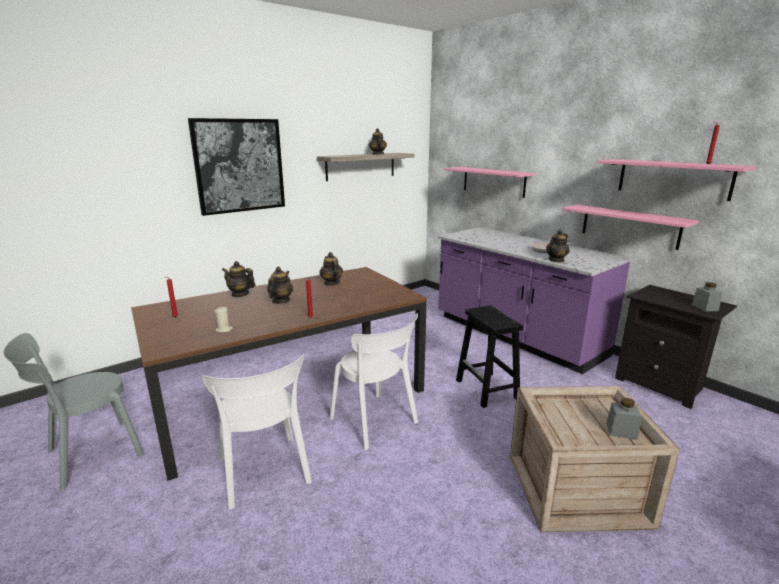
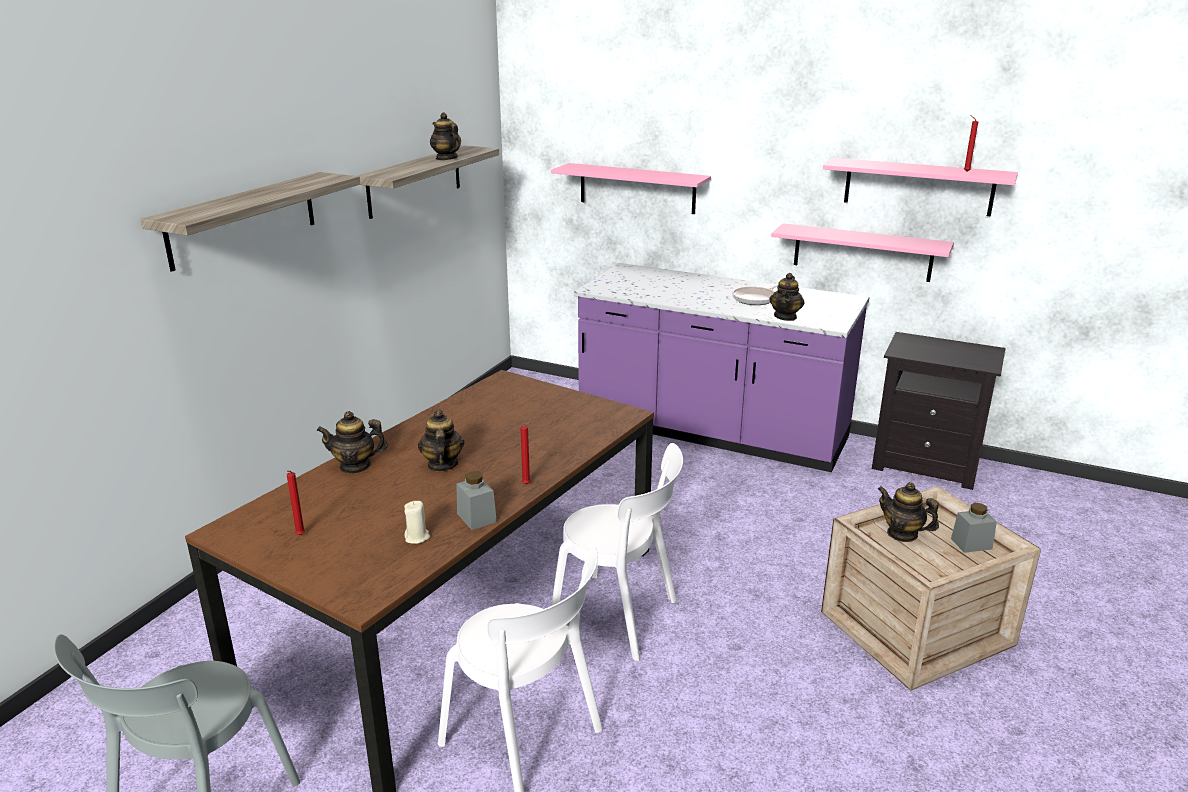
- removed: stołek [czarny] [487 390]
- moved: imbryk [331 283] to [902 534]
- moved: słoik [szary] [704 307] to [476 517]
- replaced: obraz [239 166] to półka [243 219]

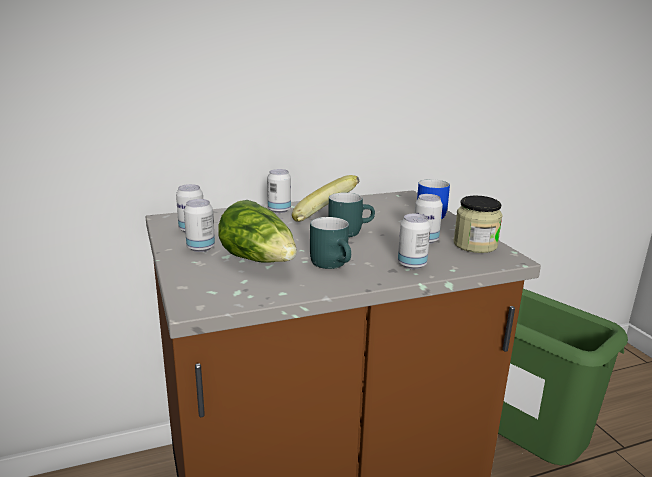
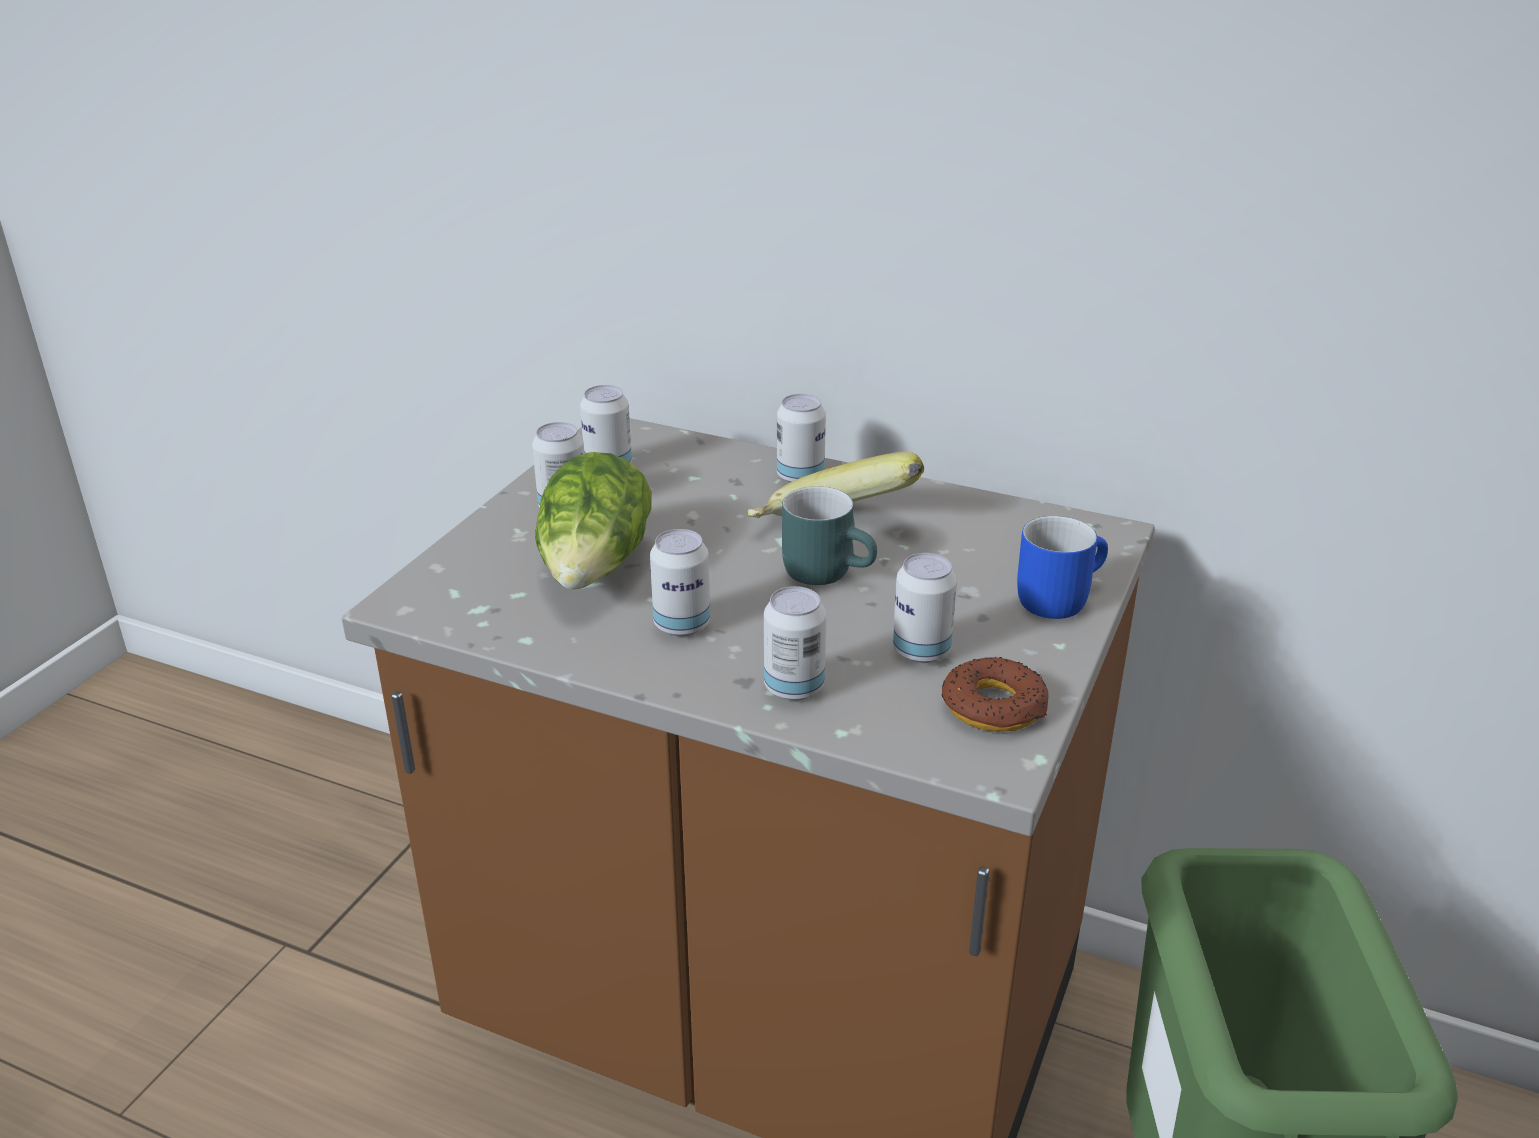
- replaced: kubek [turkusowy] [334 264] to puszka [682 625]
- replaced: słoik [475 245] to donut [994 706]

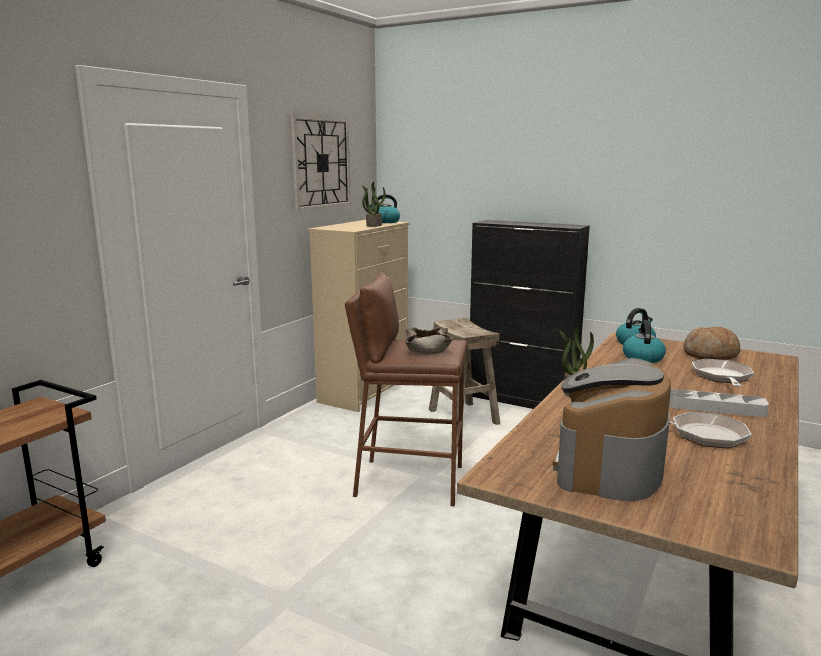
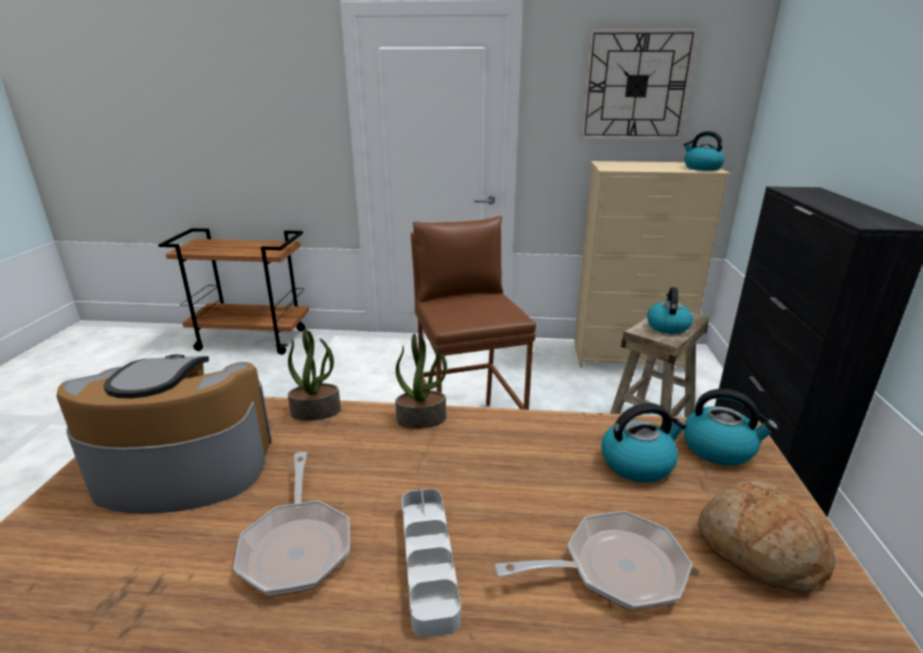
- removed: miska [beżowy] [427 349]
- added: czajnik [667 326]
- moved: roślina doniczkowa [373 225] to [316 411]

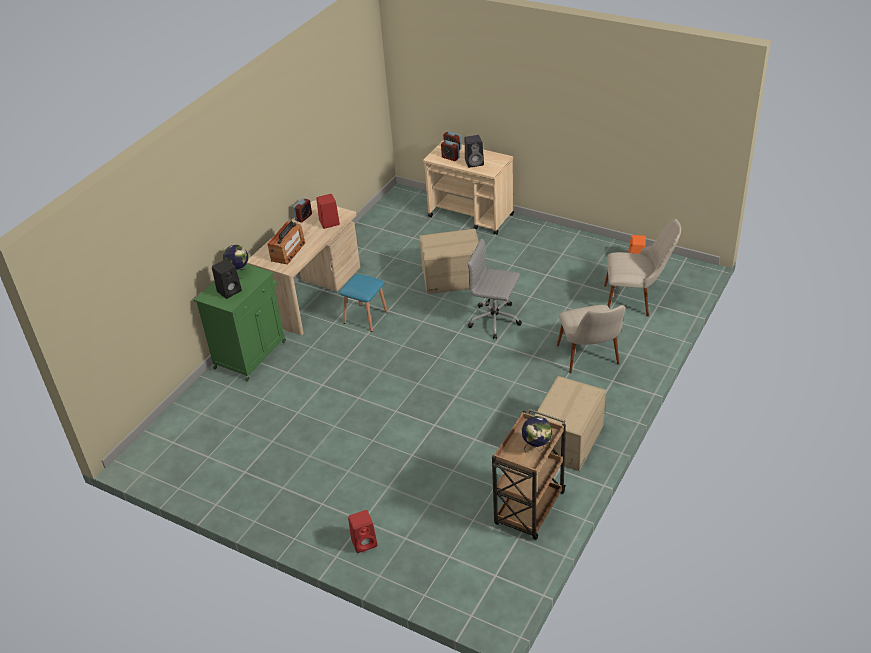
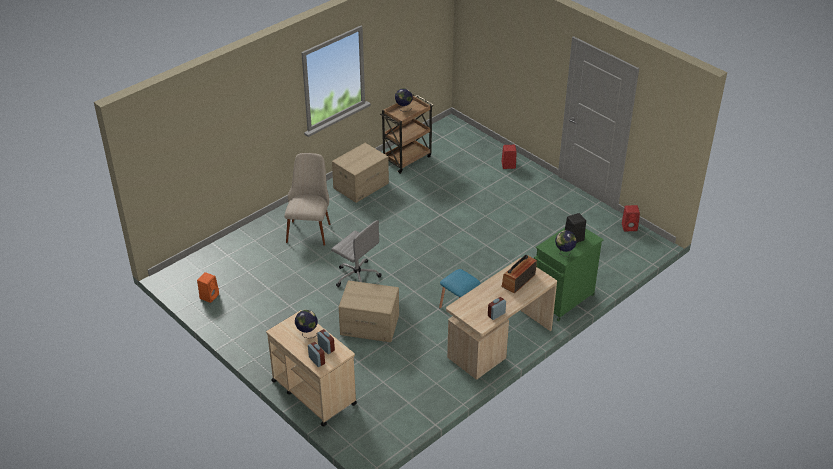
- removed: krzesło [beżowy] [636 300]
- moved: głośnik [czerwony] [328 223] to [630 227]
- replaced: głośnik [czarny] [475 162] to globus [307 333]

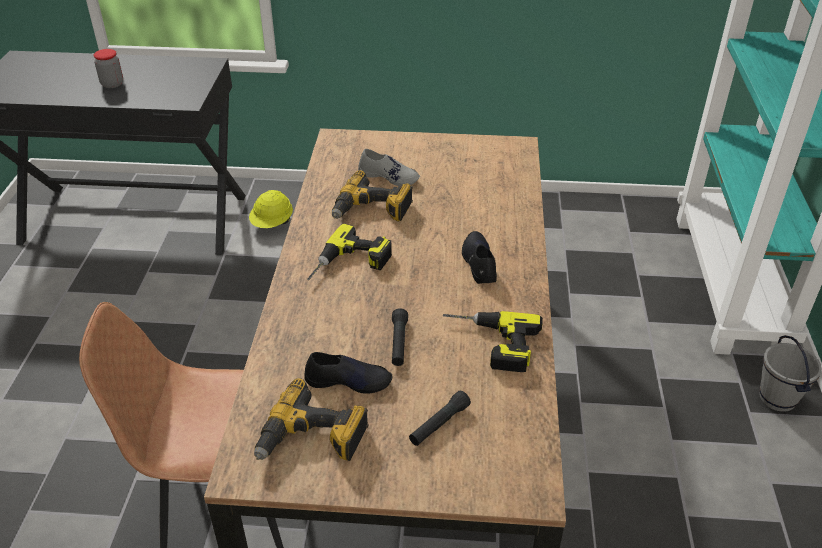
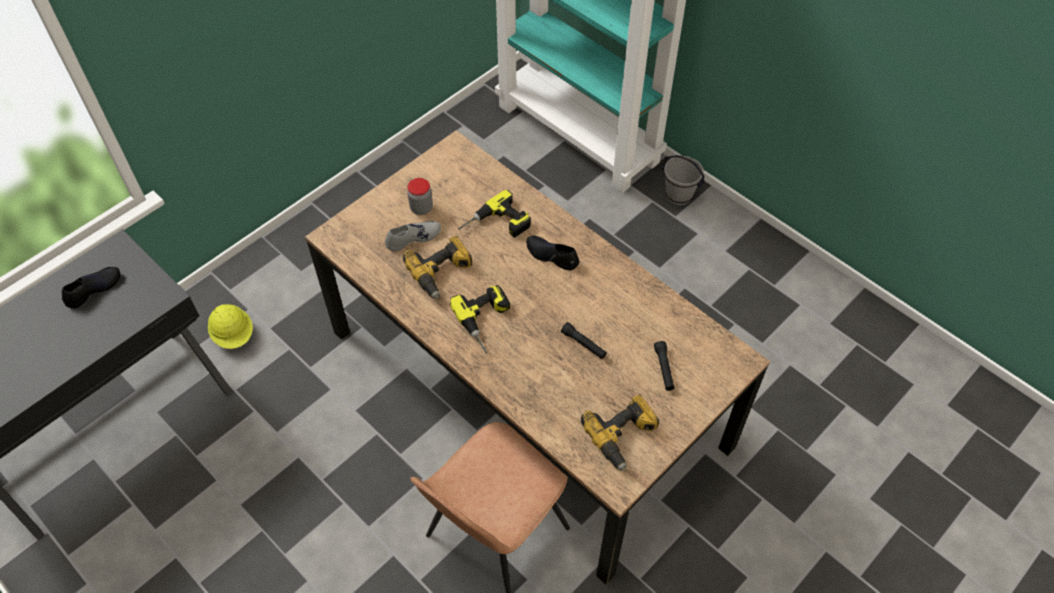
- moved: słoik [112 84] to [421 208]
- moved: but [czarny] [348 380] to [93 289]
- moved: wiertarka [489 344] to [496 225]

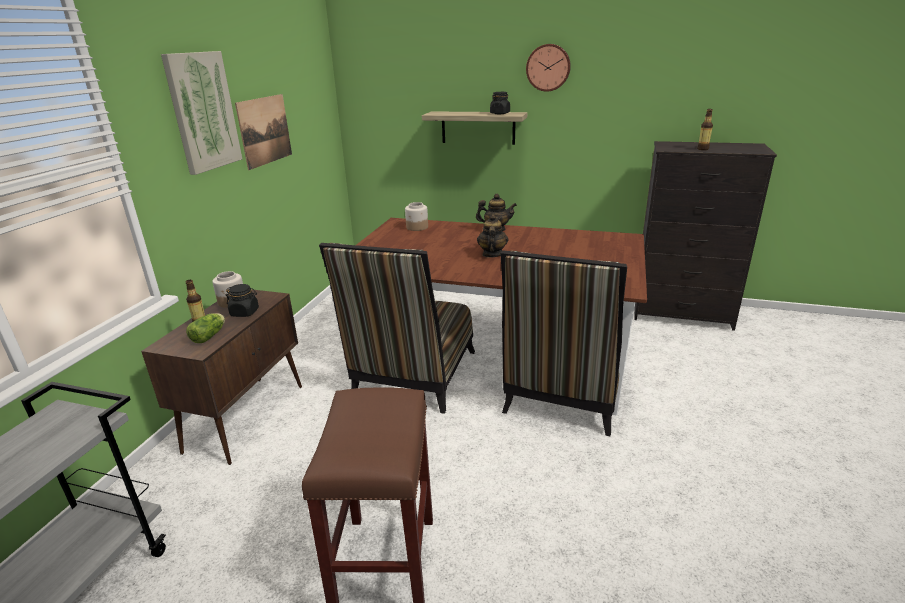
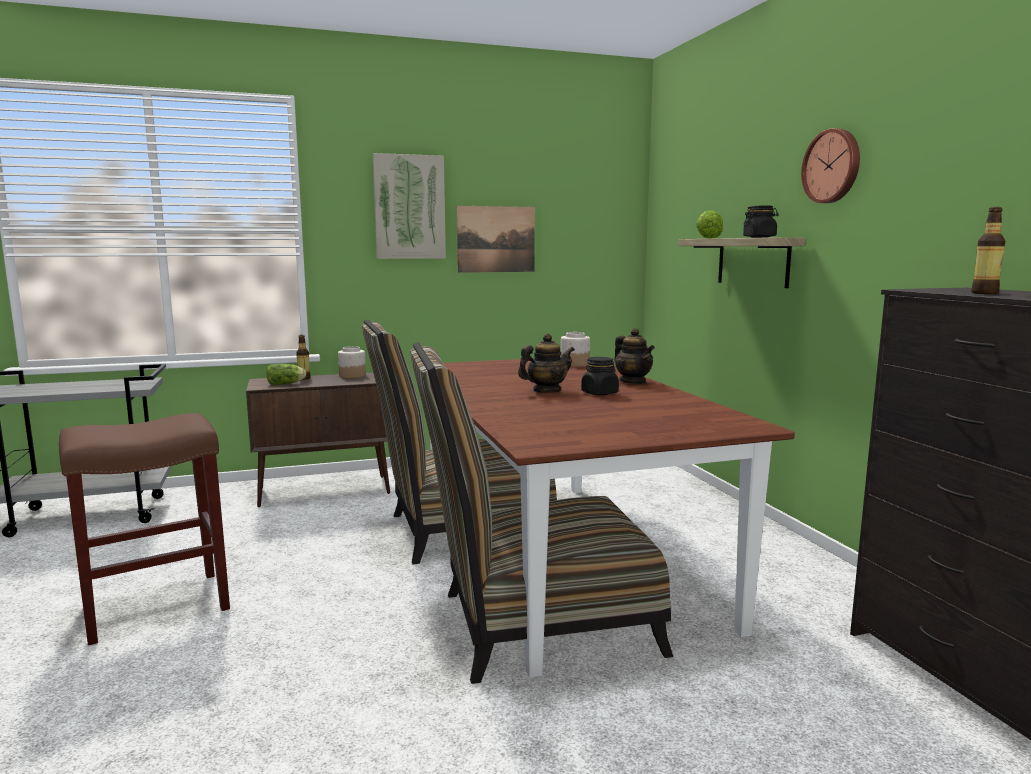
- added: sałata [708 238]
- moved: słoik [czarny] [245 312] to [600 393]

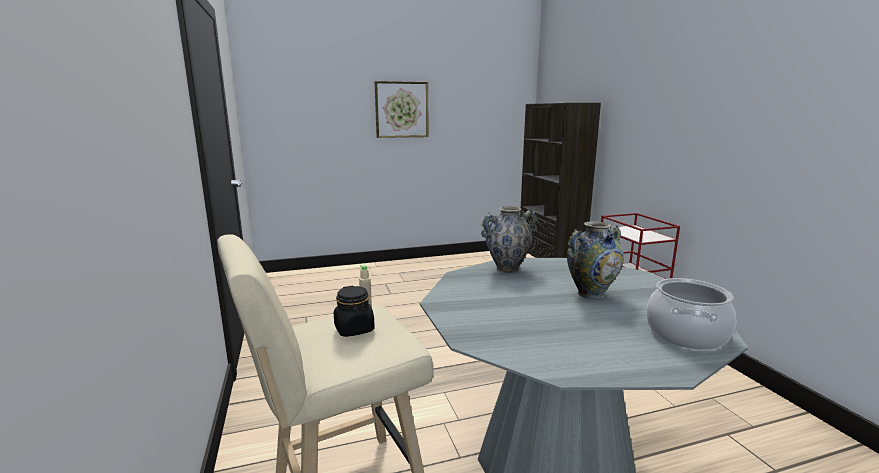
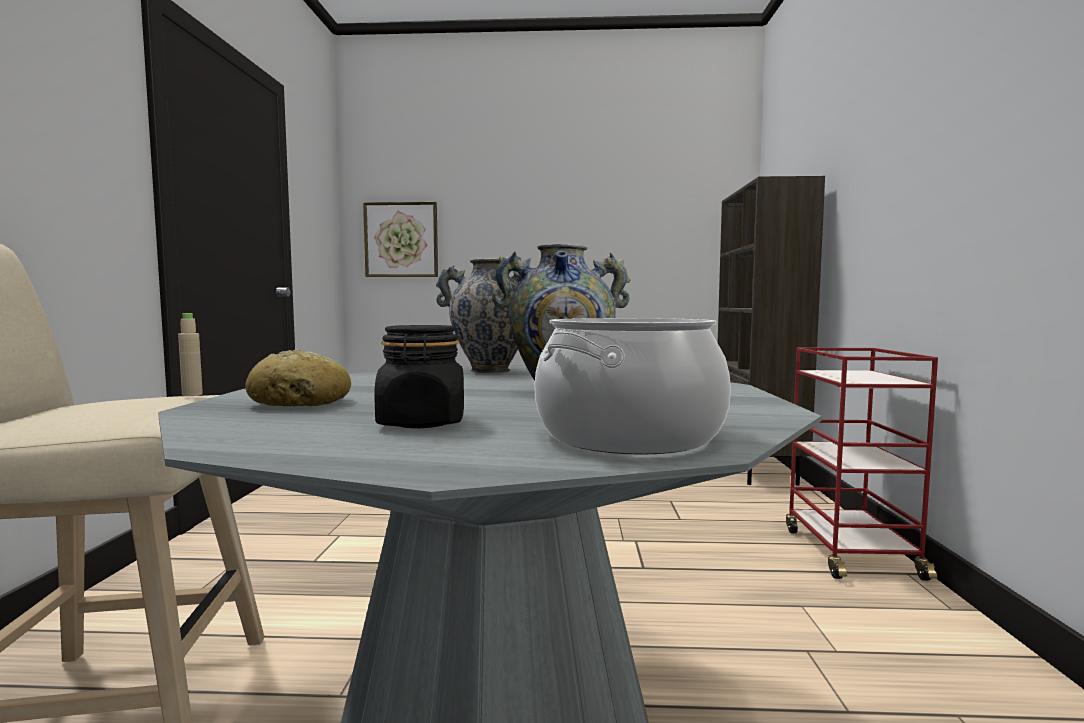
- added: chleb [301 402]
- moved: słoik [czarny] [354 329] to [422 423]
- moved: obraz [401 109] to [401 240]

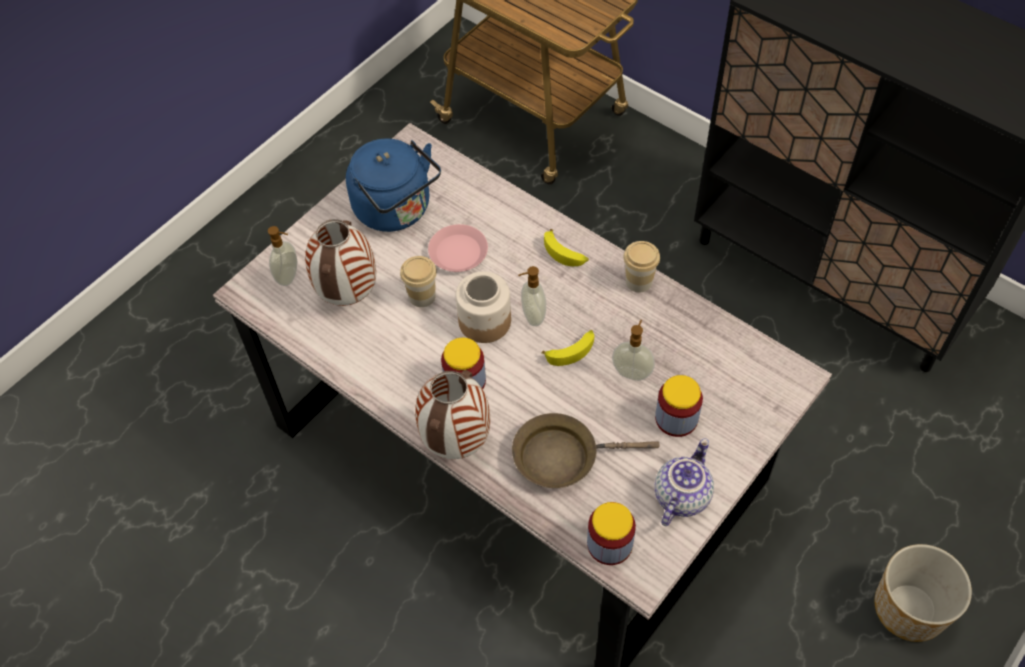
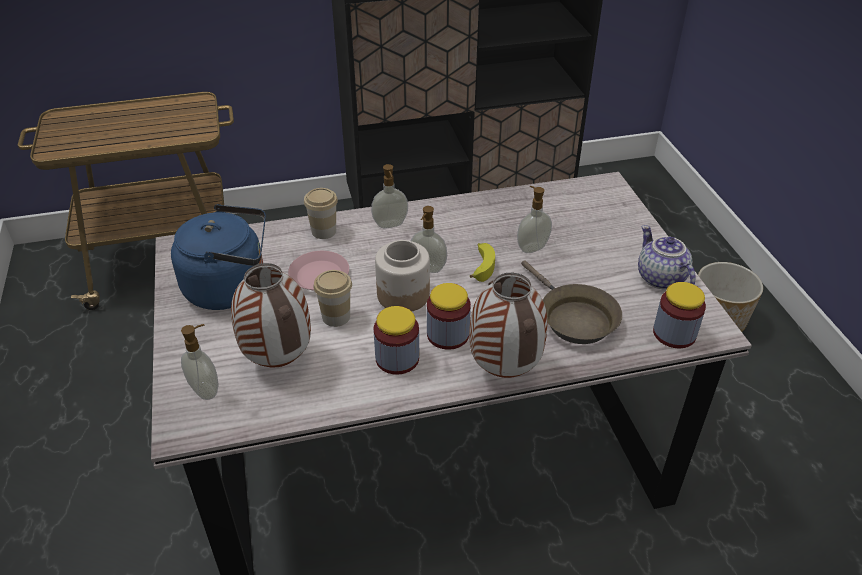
- moved: filiżanka [639 281] to [324 231]
- moved: słoik [676 418] to [397 358]
- replaced: banan [565 253] to dozownik mydła [390 225]
- turned: patelnia [brązowy] [562 456] = [573 318] 60 degrees counterclockwise

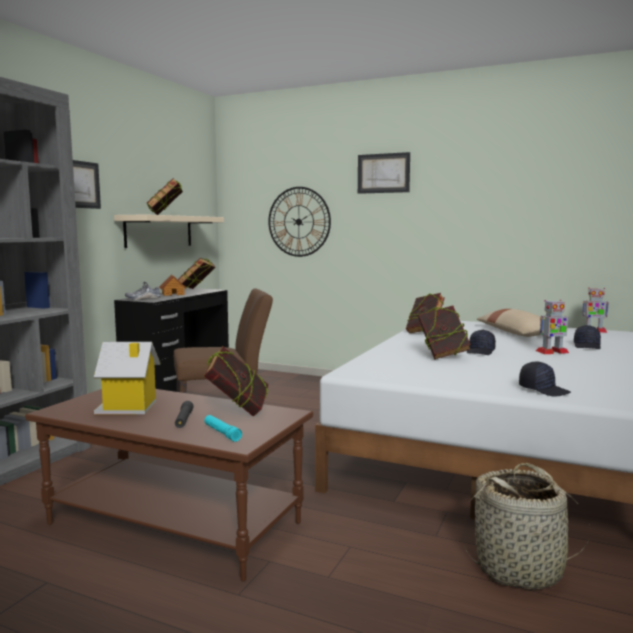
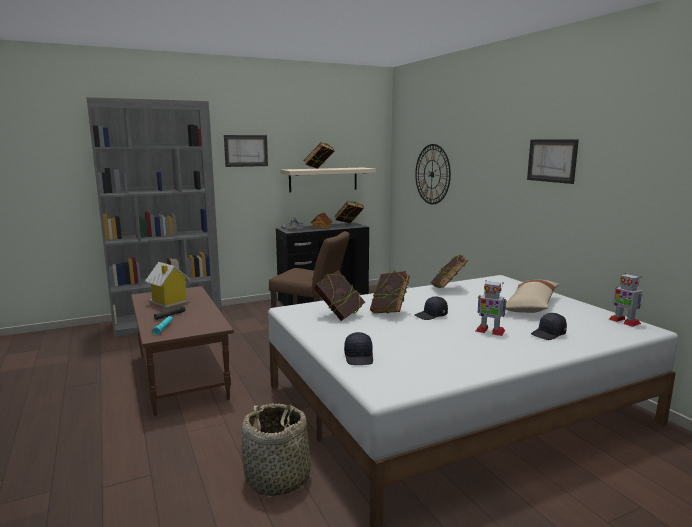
- moved: książka [238 411] to [339 315]
- moved: obraz [383 173] to [552 160]

